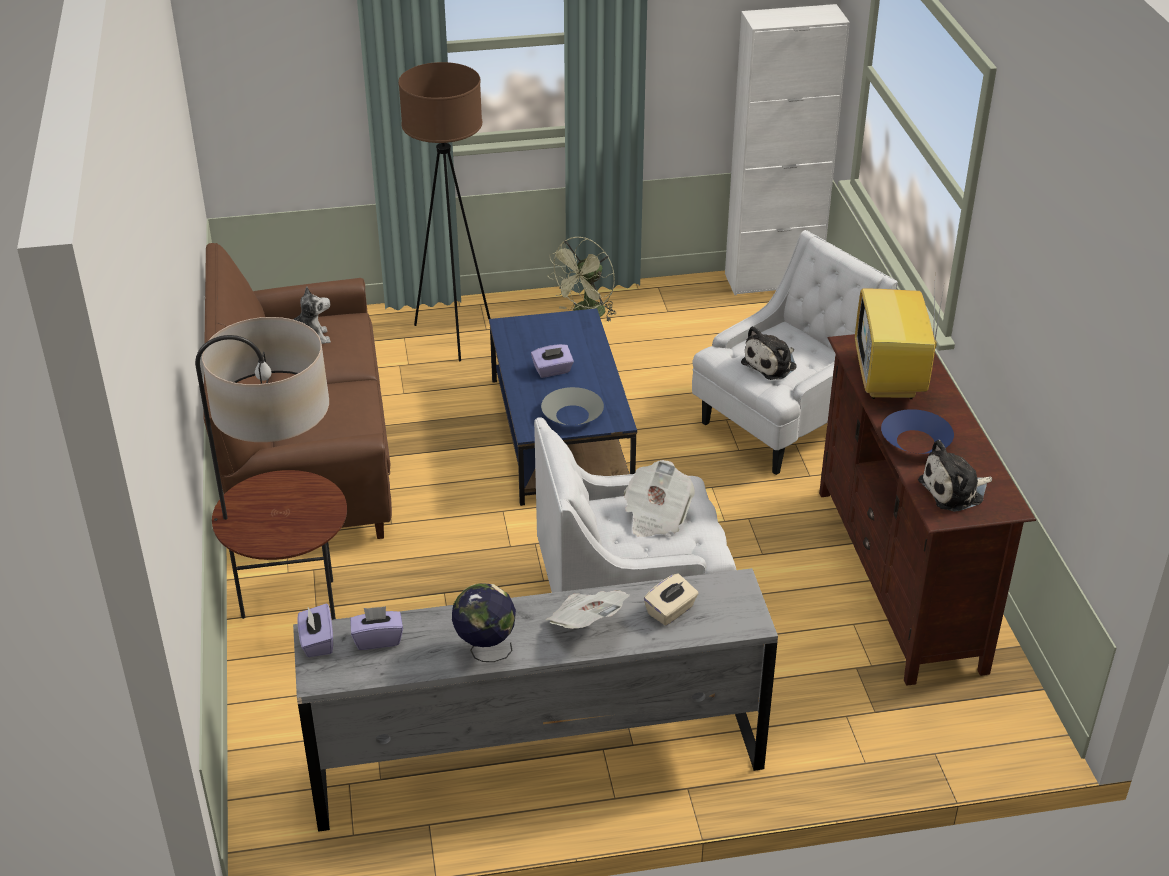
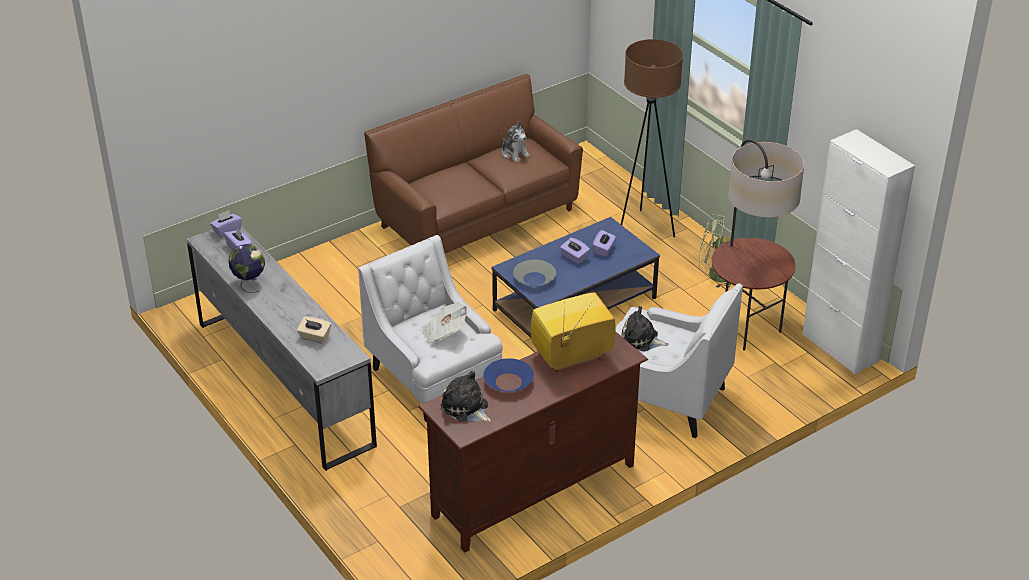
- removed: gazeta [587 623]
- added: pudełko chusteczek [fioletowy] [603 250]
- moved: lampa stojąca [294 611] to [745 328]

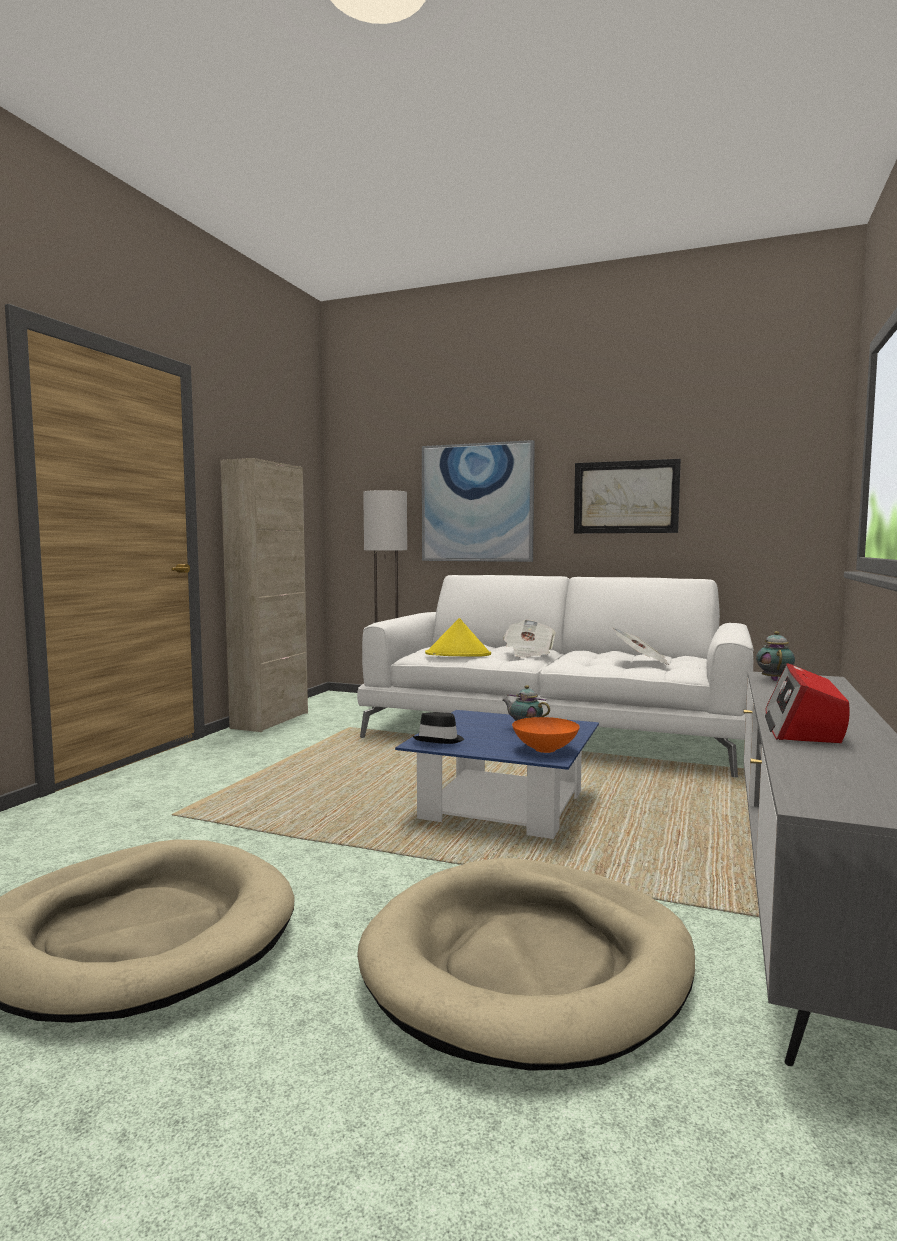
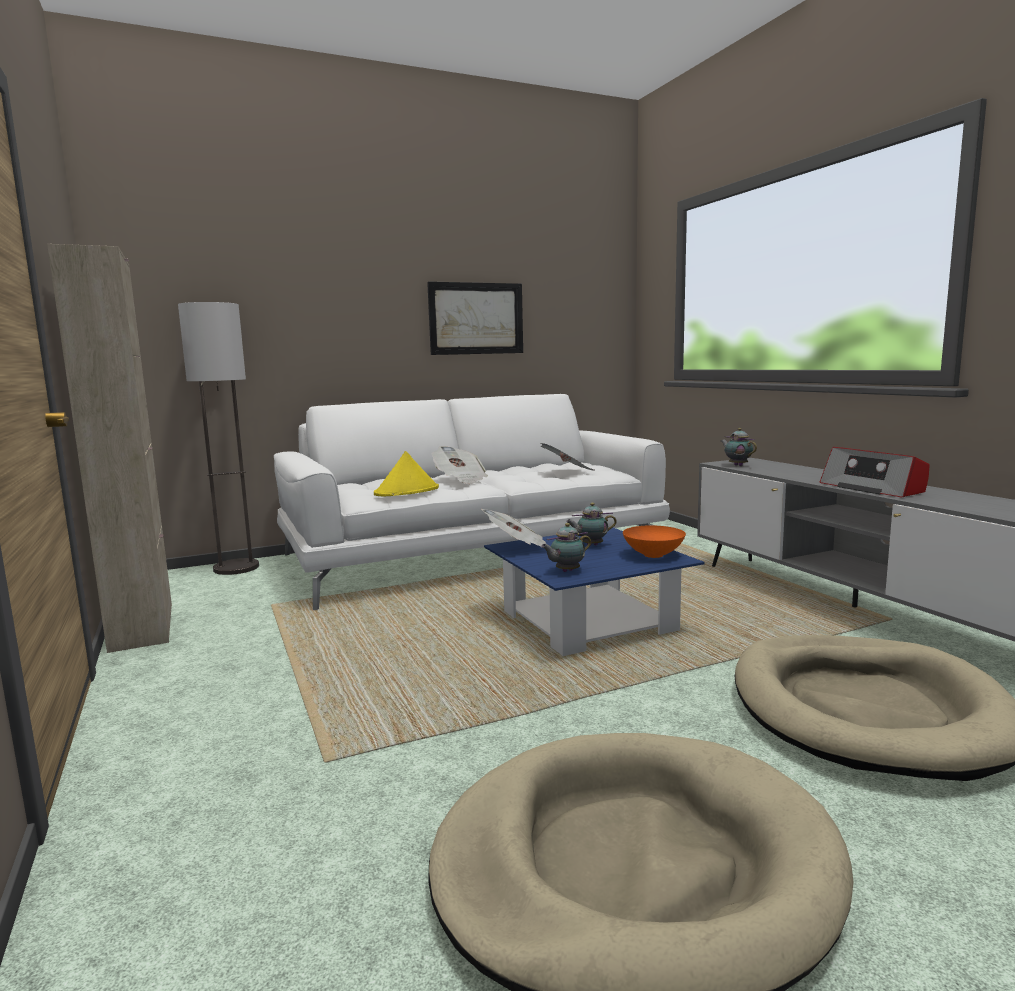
- removed: obraz [477 503]
- added: gazeta [518 547]
- replaced: kapelusz [czarny] [439 740] to imbryk [566 571]

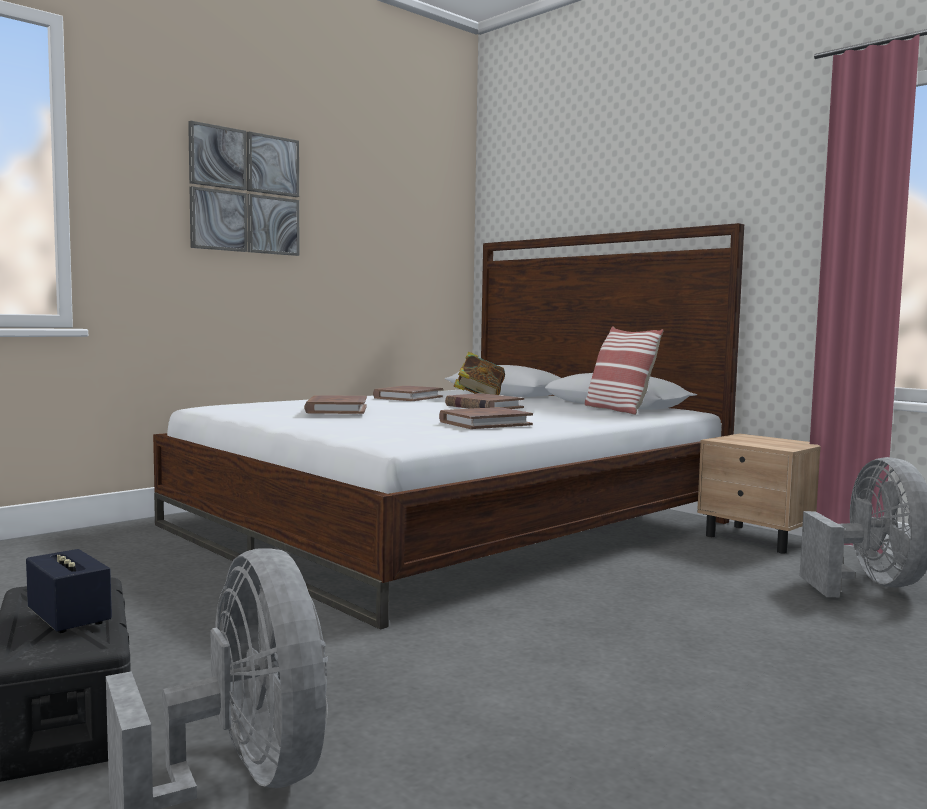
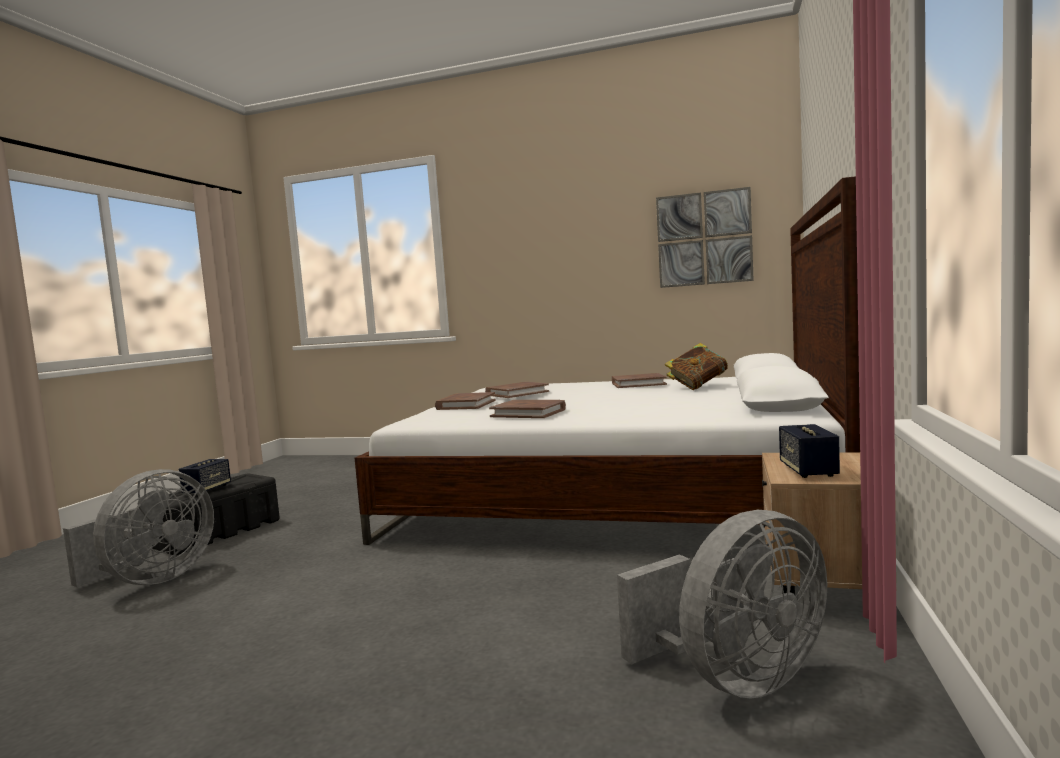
- removed: poduszka [617 410]
- added: głośnik [808 471]
- moved: obraz [245 192] to [704 238]
- moved: książka [brązowy] [483 406] to [466 405]

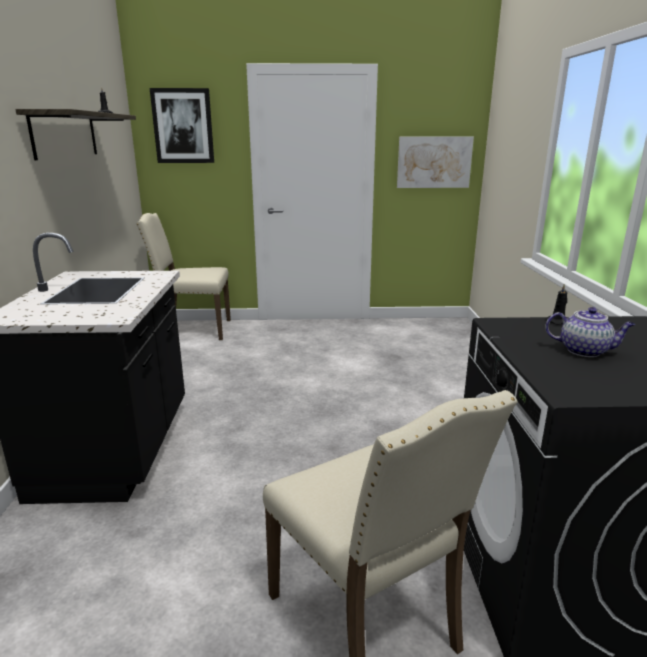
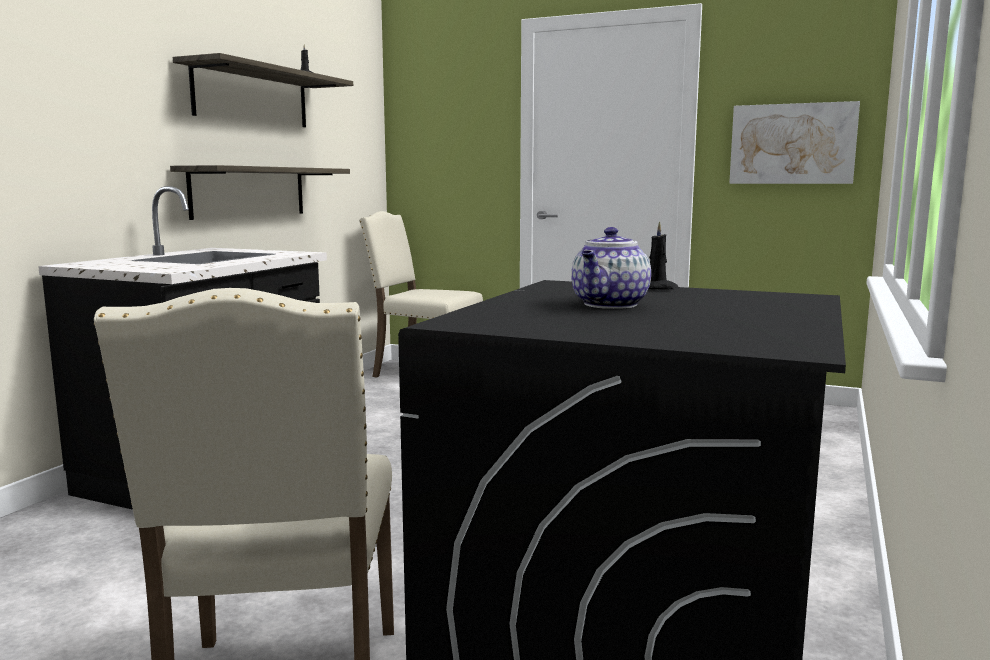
- removed: obraz [183 126]
- added: półka [249 192]
- turned: imbryk [585 351] = [610 305] 75 degrees clockwise

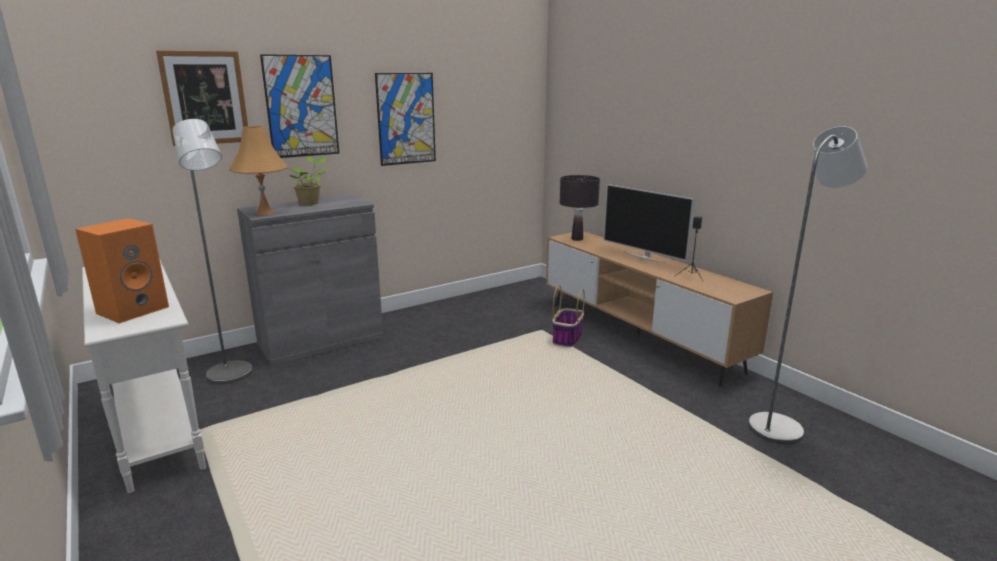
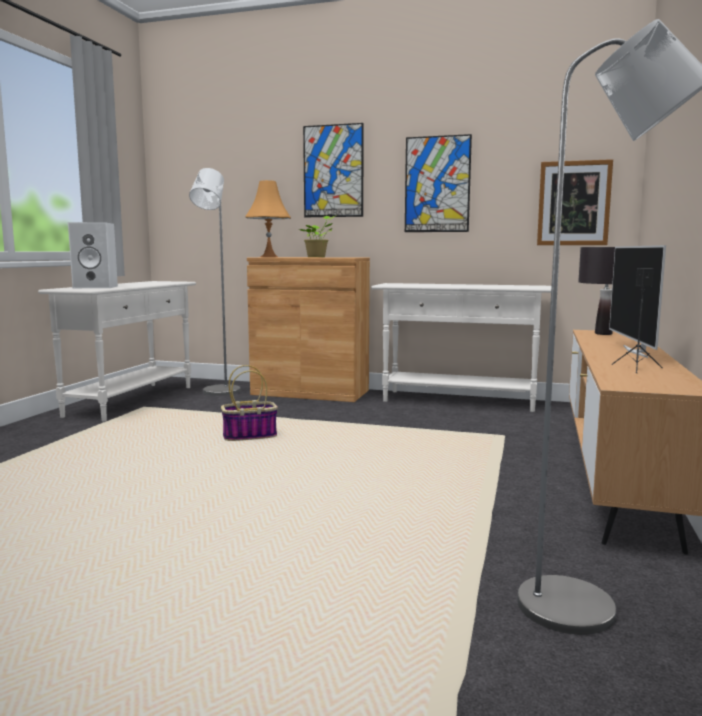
- added: stolik konsolowy [biały] [459 401]
- moved: obraz [205 98] to [574 203]
- moved: koszyk [567 338] to [250 436]
- recoloured: głośnik [pomarańczowy] [133 309] to głośnik [biały] [97 287]
- recoloured: szafka [szary] [321 341] to szafka [brązowy] [310 392]

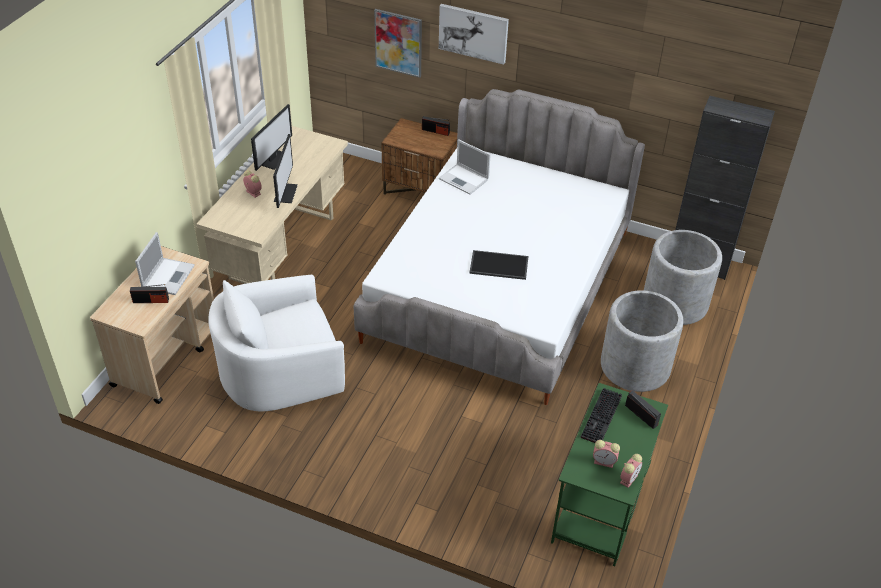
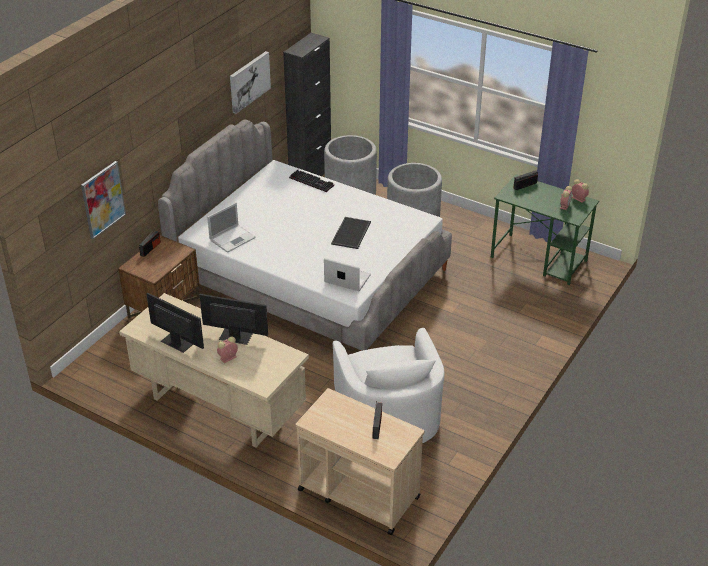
- moved: laptop [168 276] to [346 279]
- moved: obraz [473 33] to [249 81]
- moved: klawiatura [602 418] to [312 181]

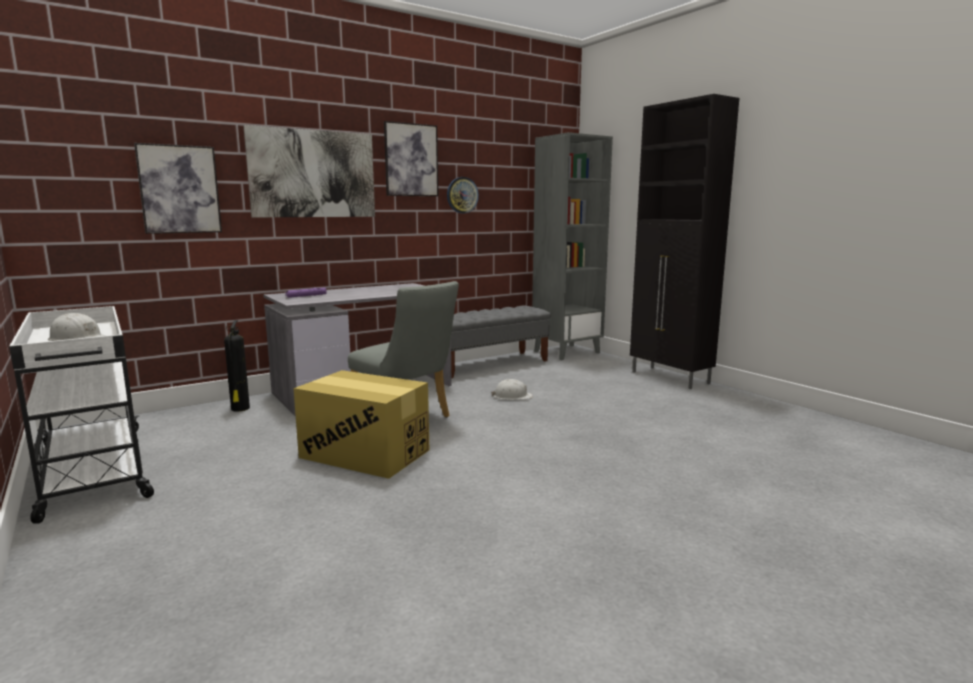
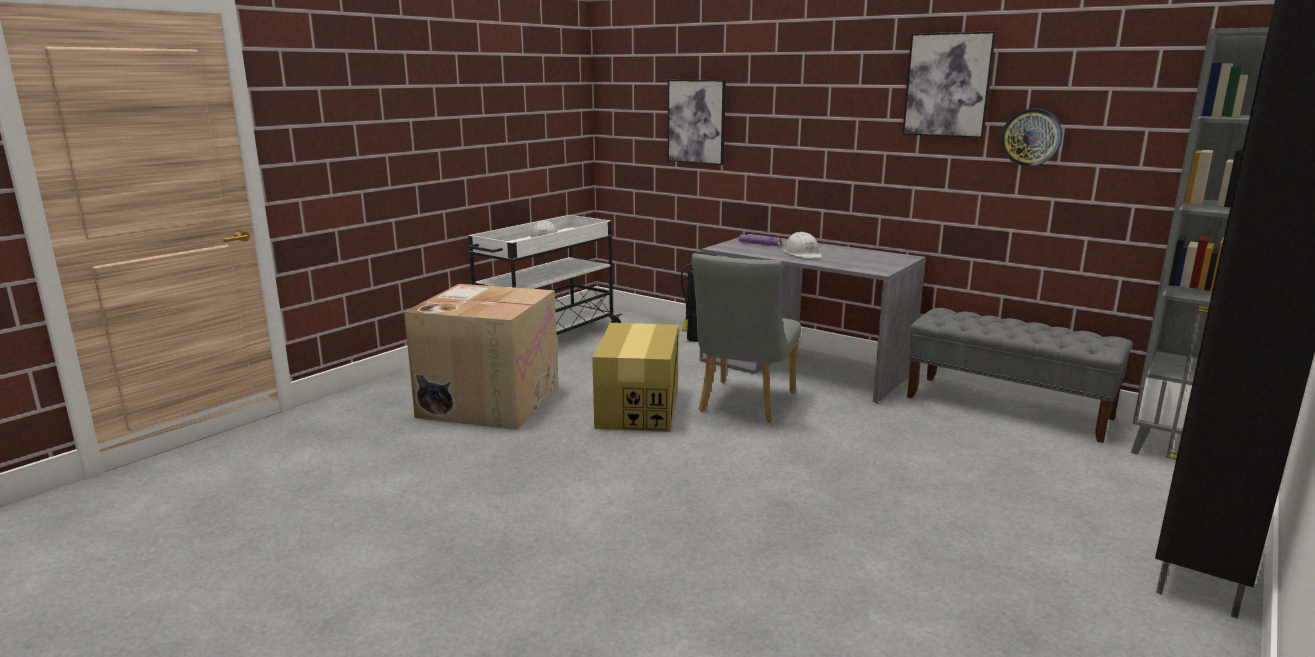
- removed: obraz [313 174]
- added: karton [489 401]
- moved: kask [biały] [512 396] to [802 254]

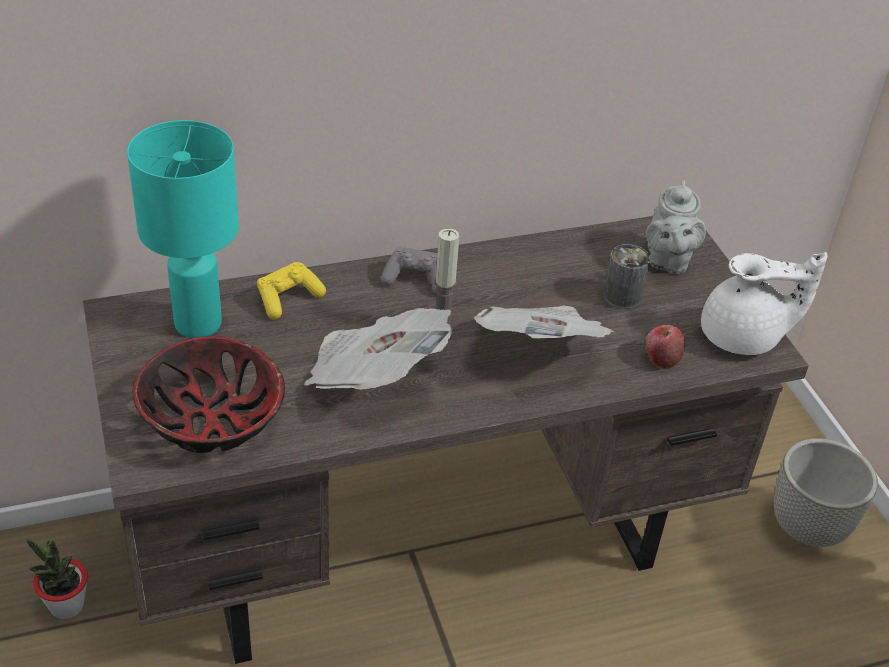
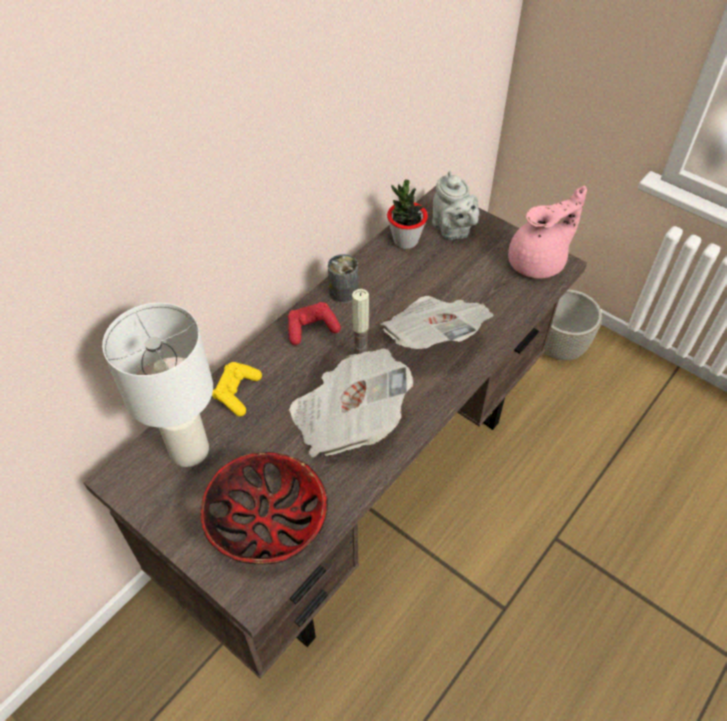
- removed: jabłko [661 358]
- moved: roślina doniczkowa [66 606] to [405 240]
- moved: puszka [622 296] to [343 292]
- recoloured: lampa stołowa [turkusowy] [196 323] to lampa stołowa [biały] [188 451]
- recoloured: pad do gier [szary] [416 280] to pad do gier [czerwony] [311 329]
- recoloured: imbryk [biały] [744 337] to imbryk [różowy] [538 262]

